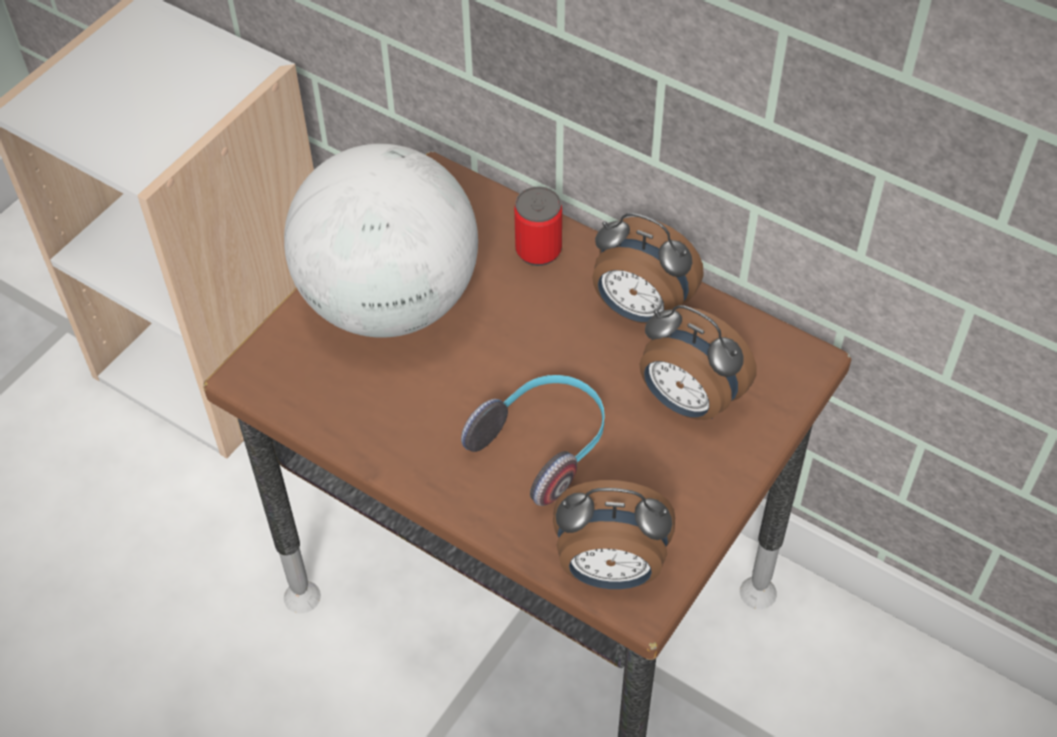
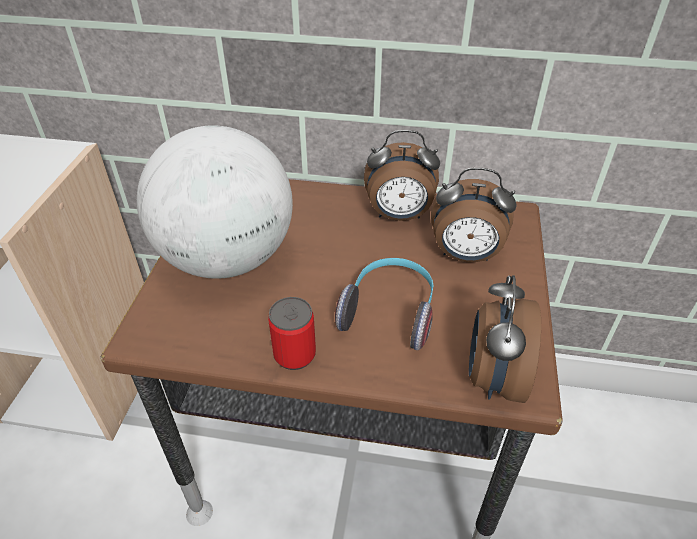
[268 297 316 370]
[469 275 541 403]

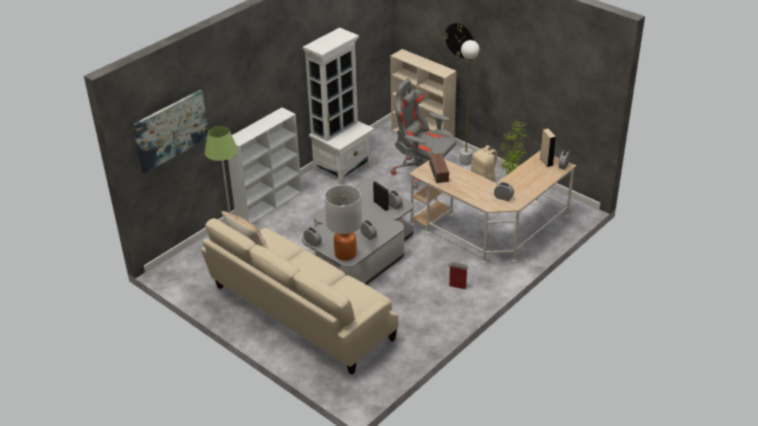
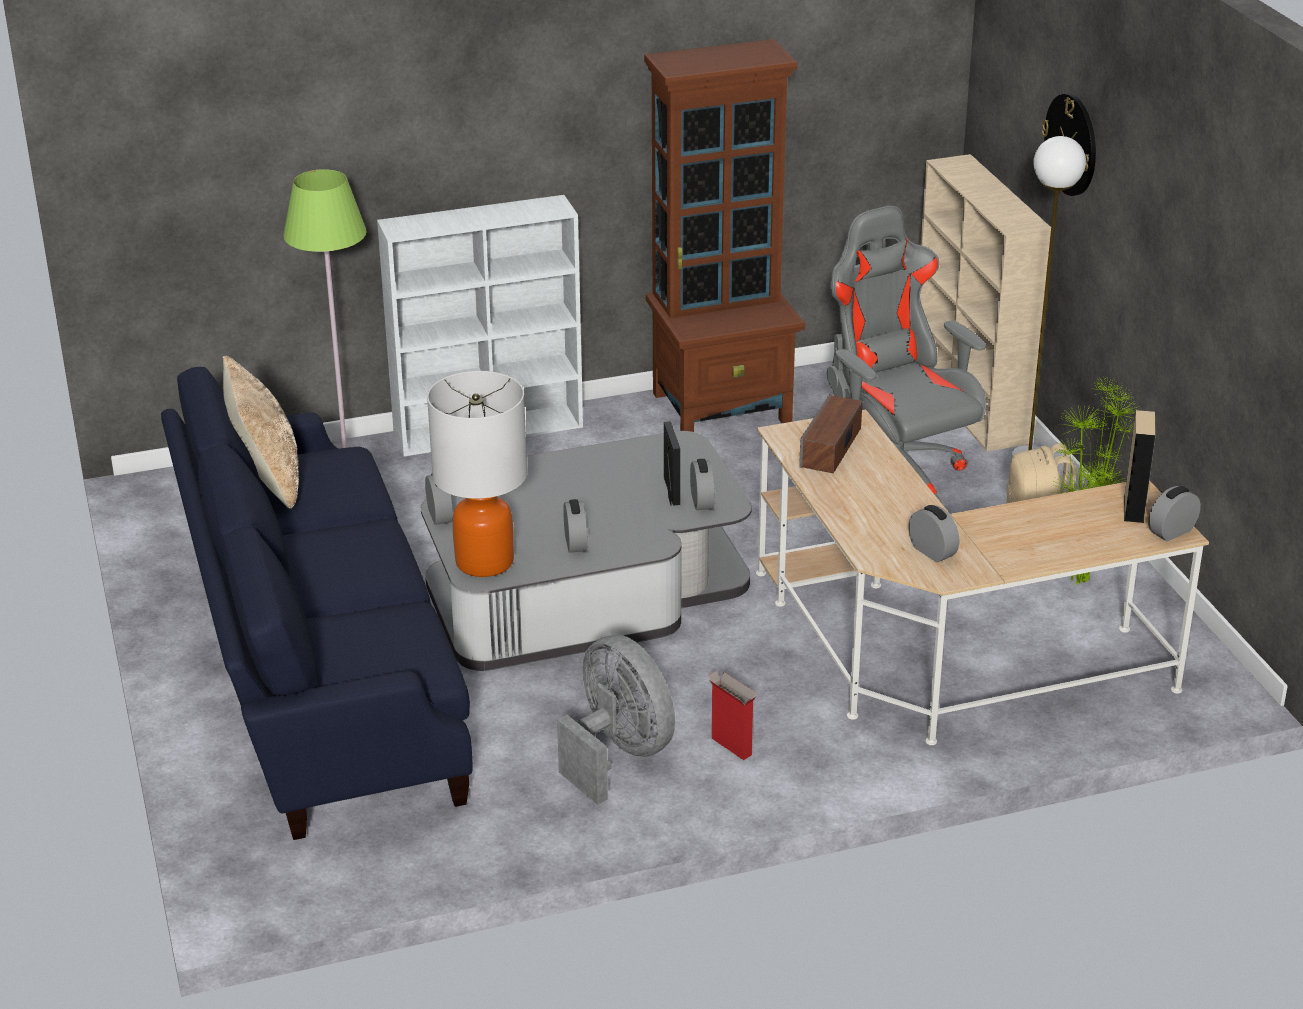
[161 367 472 840]
[557 635 675 805]
[644 39 805 432]
[133 90 208 173] (first image)

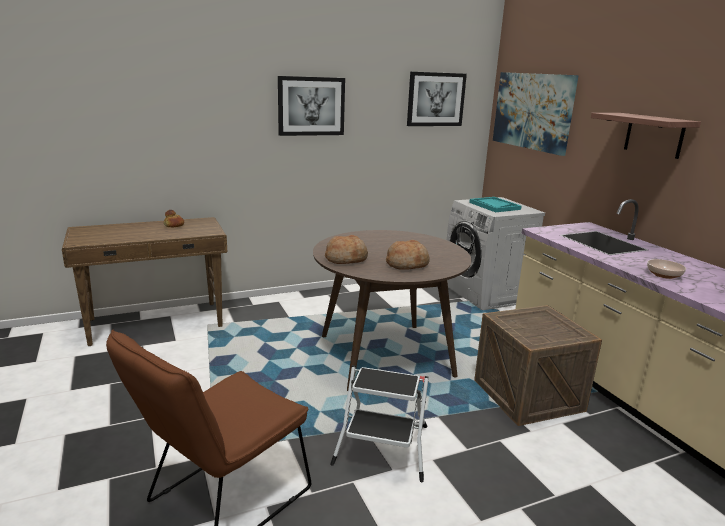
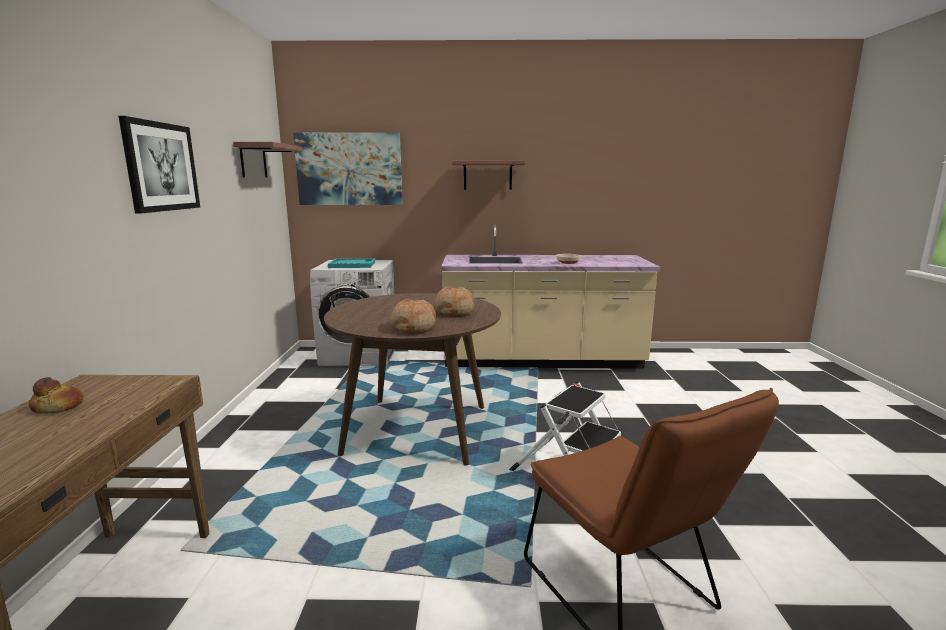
[233 142 302 178]
[474 305 602 426] (first image)

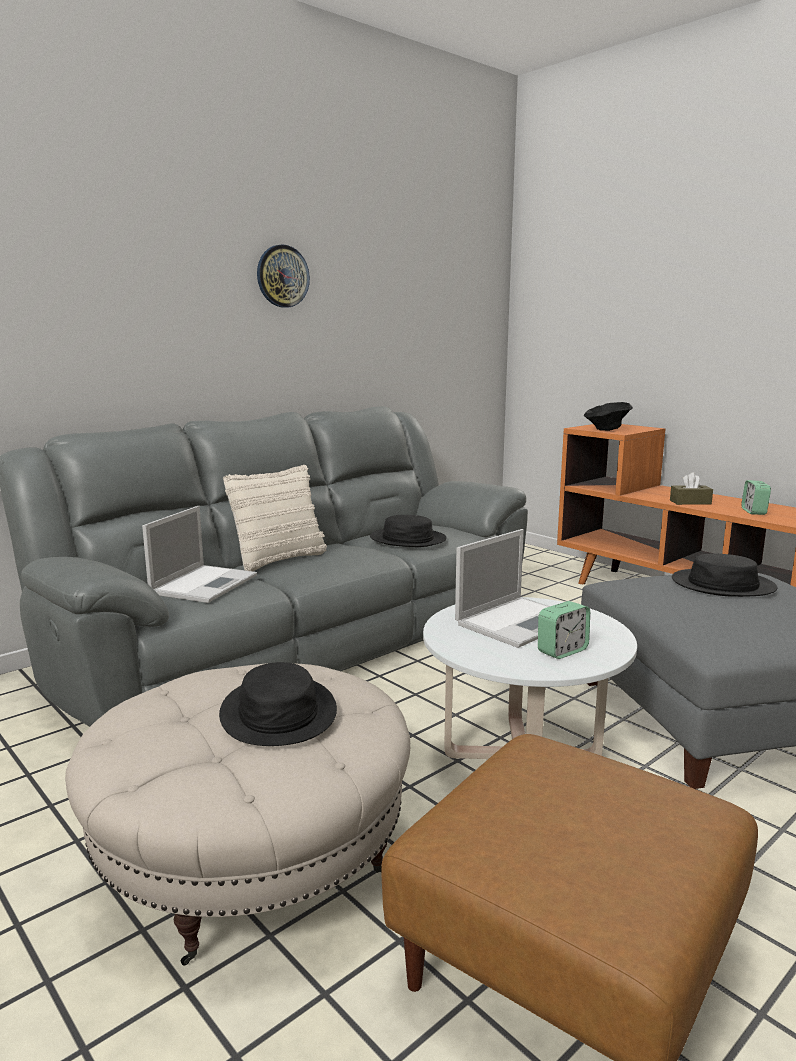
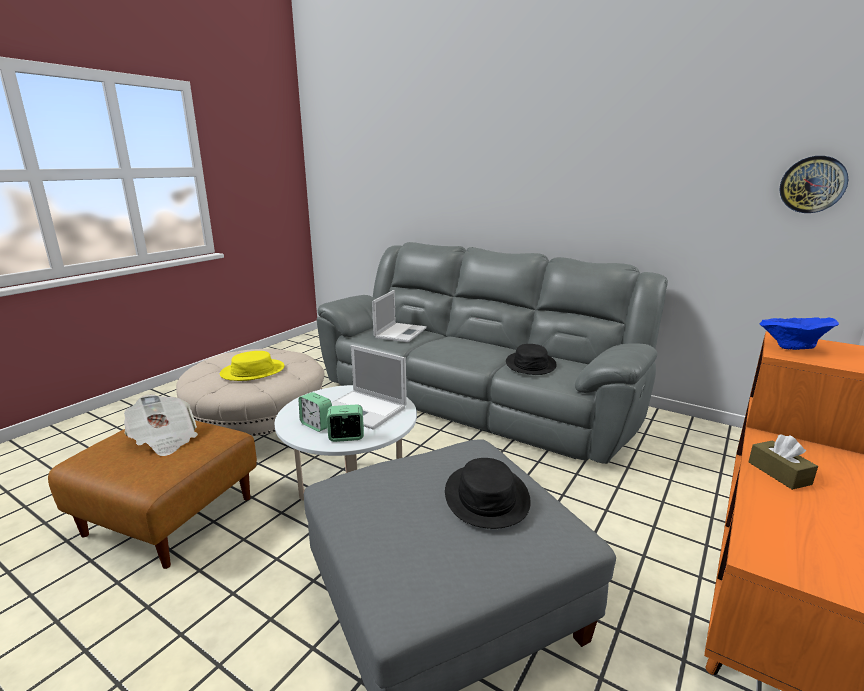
[124 394 198 456]
[220 351 285 381]
[327 405 364 442]
[372 290 427 342]
[760 317 839 350]
[780 156 849 213]
[222 465 327 571] (first image)

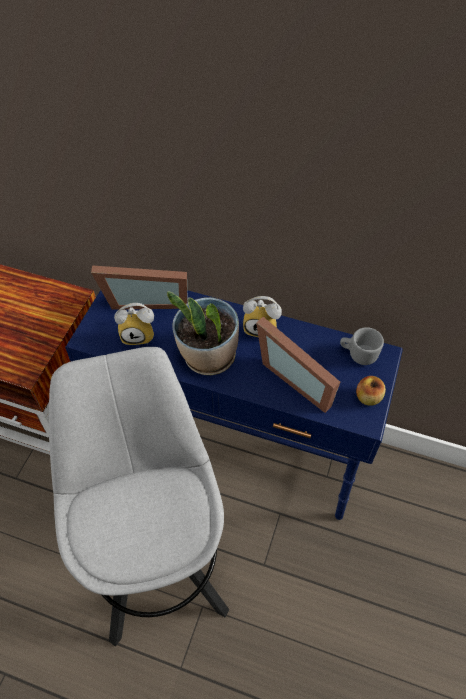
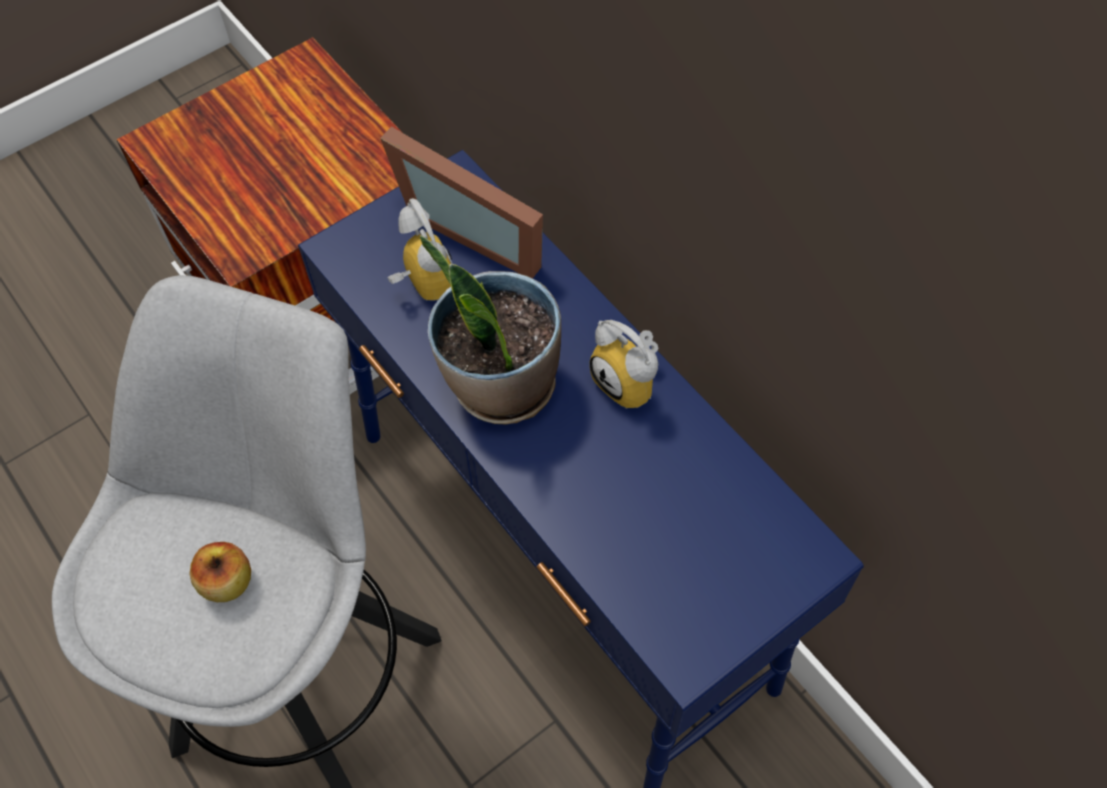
[190 542 251 602]
[388 198 452 301]
[256 317 340 413] (first image)
[340 327 384 365] (first image)

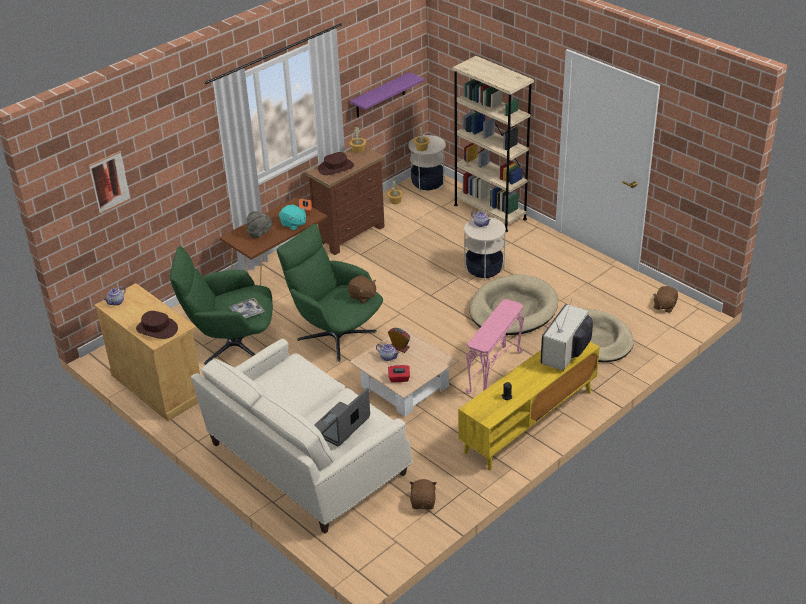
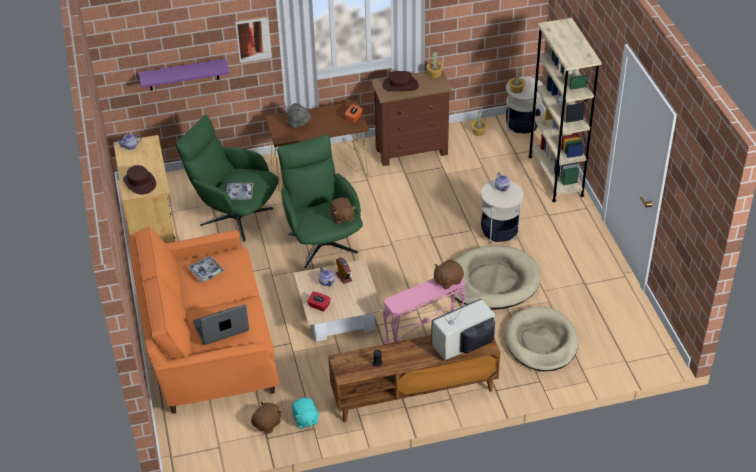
[129 227 279 414]
[139 59 229 90]
[188 256 224 282]
[235 16 272 64]
[292 397 320 428]
[328 335 500 422]
[434 259 464 289]

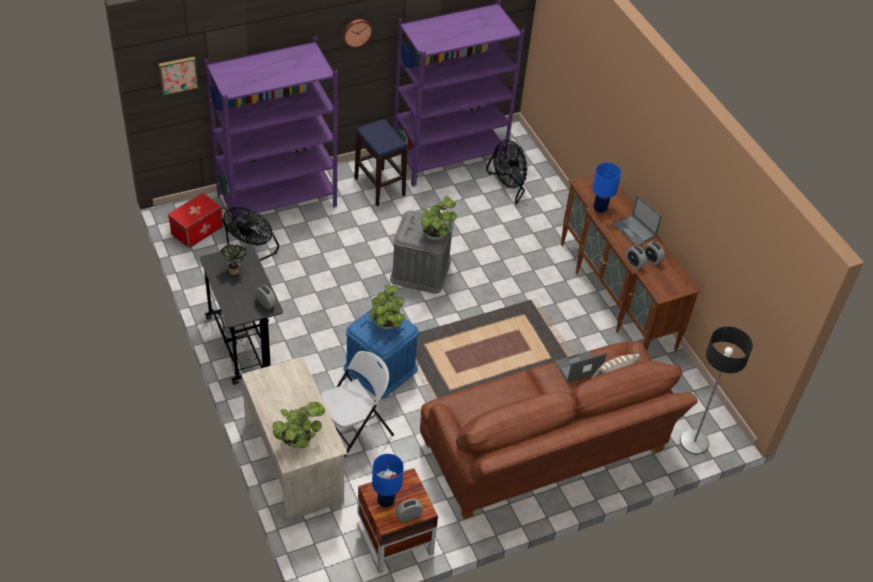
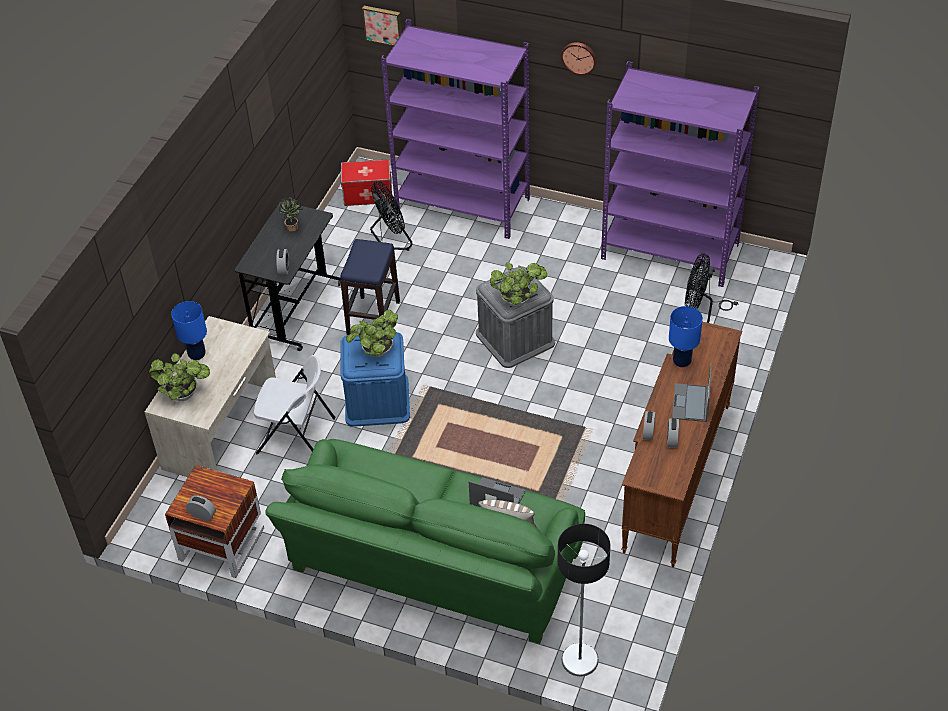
[171 301 207 360]
[265 439 585 644]
[340 239 400 335]

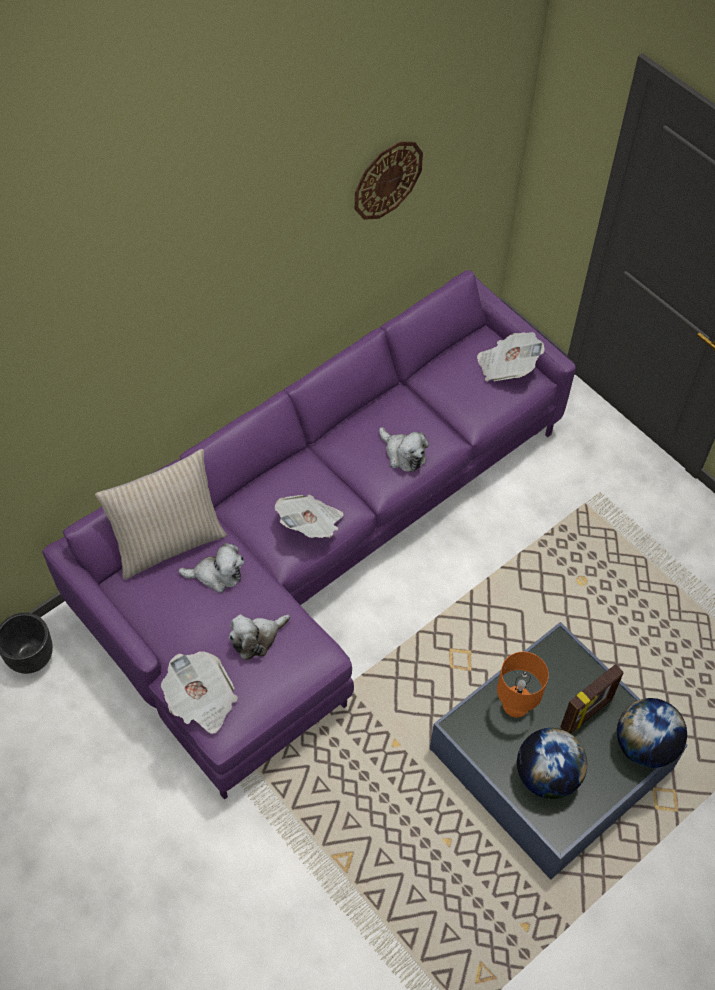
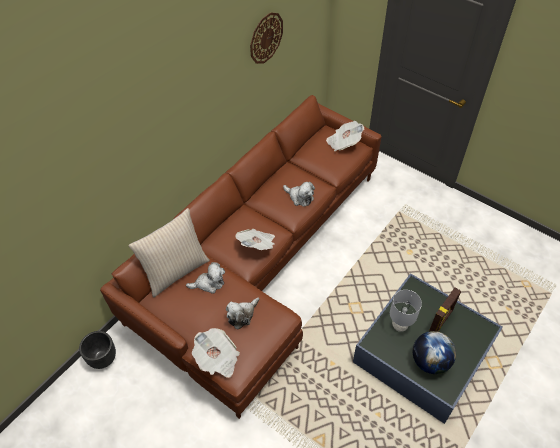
[100 95 382 419]
[390 290 422 332]
[617 698 687 768] (first image)

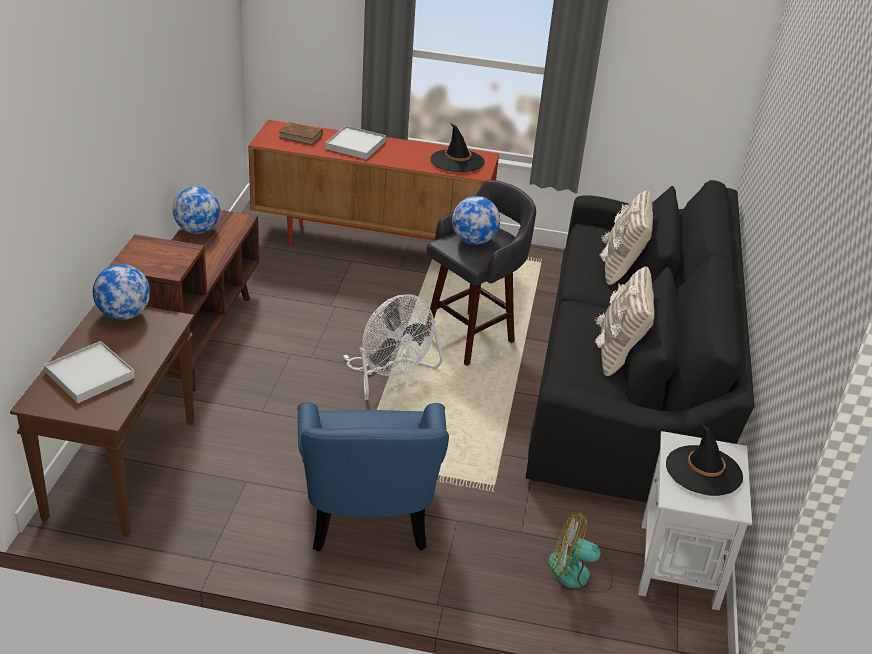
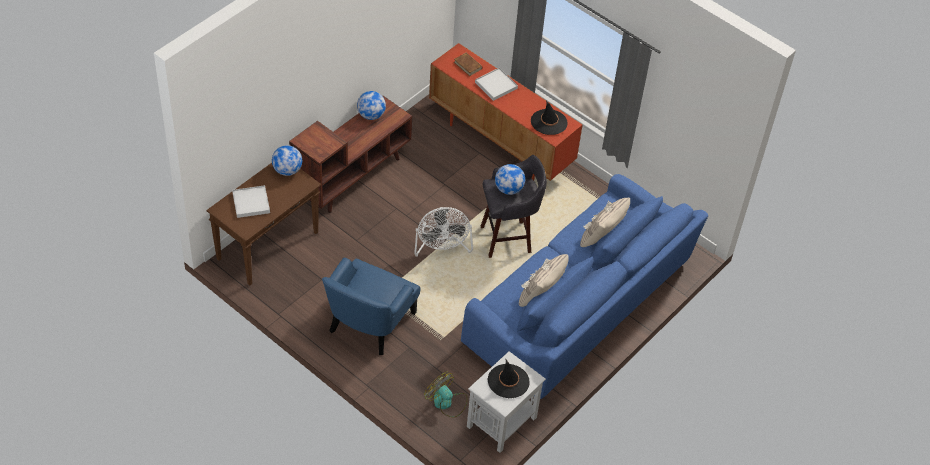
[461 174 708 399]

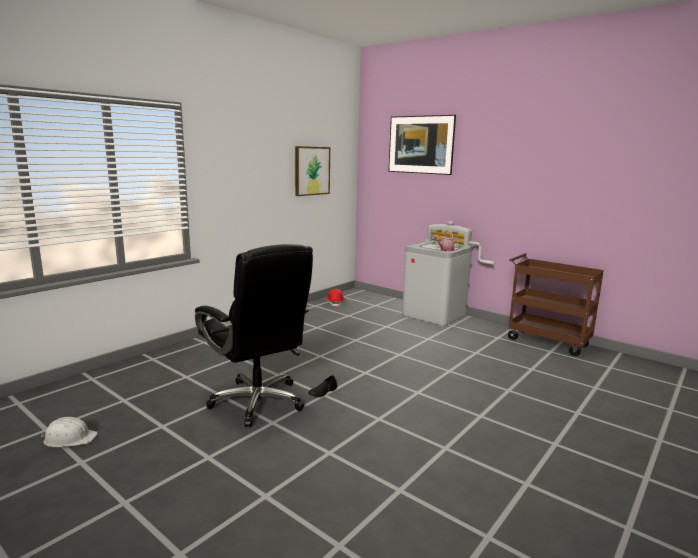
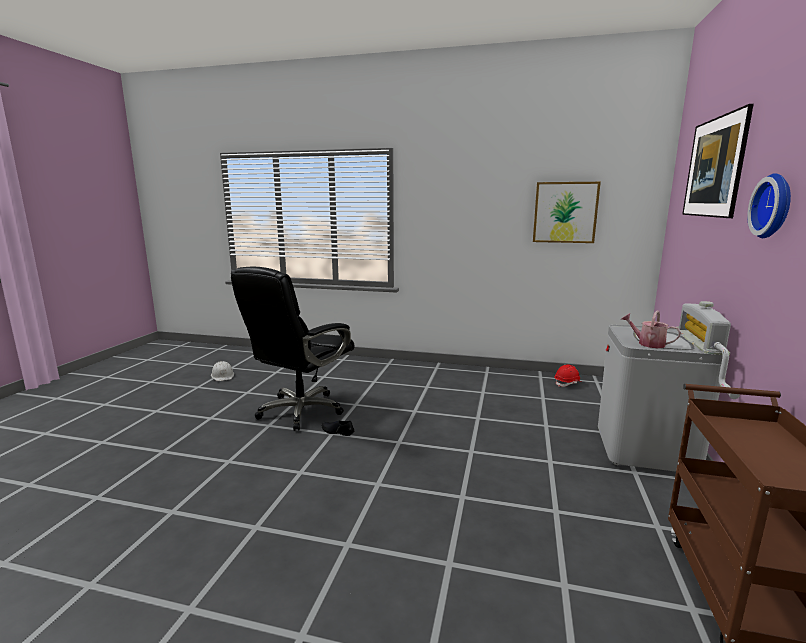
[747 173 791 238]

